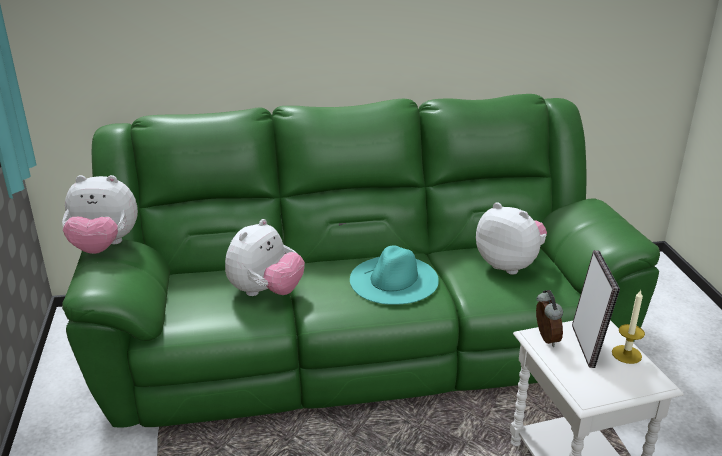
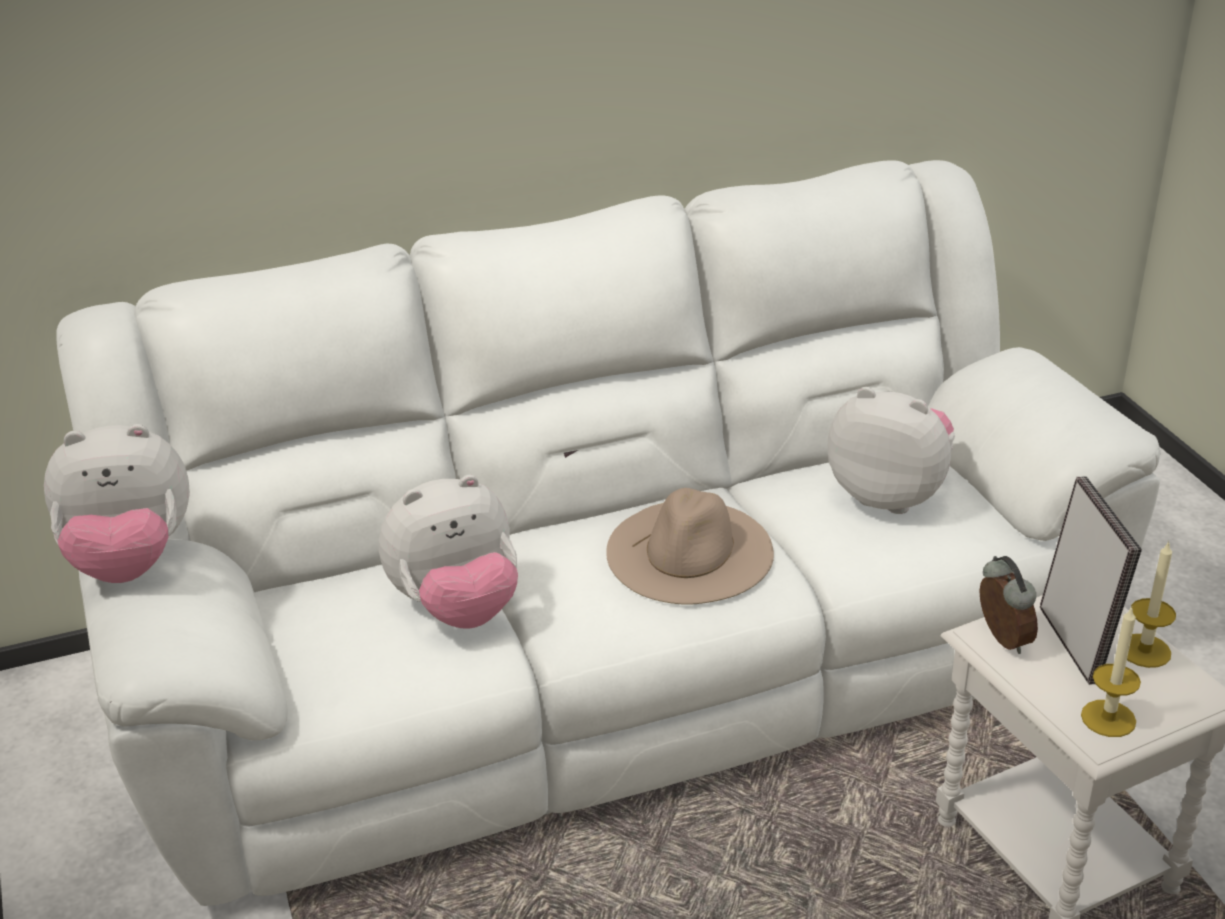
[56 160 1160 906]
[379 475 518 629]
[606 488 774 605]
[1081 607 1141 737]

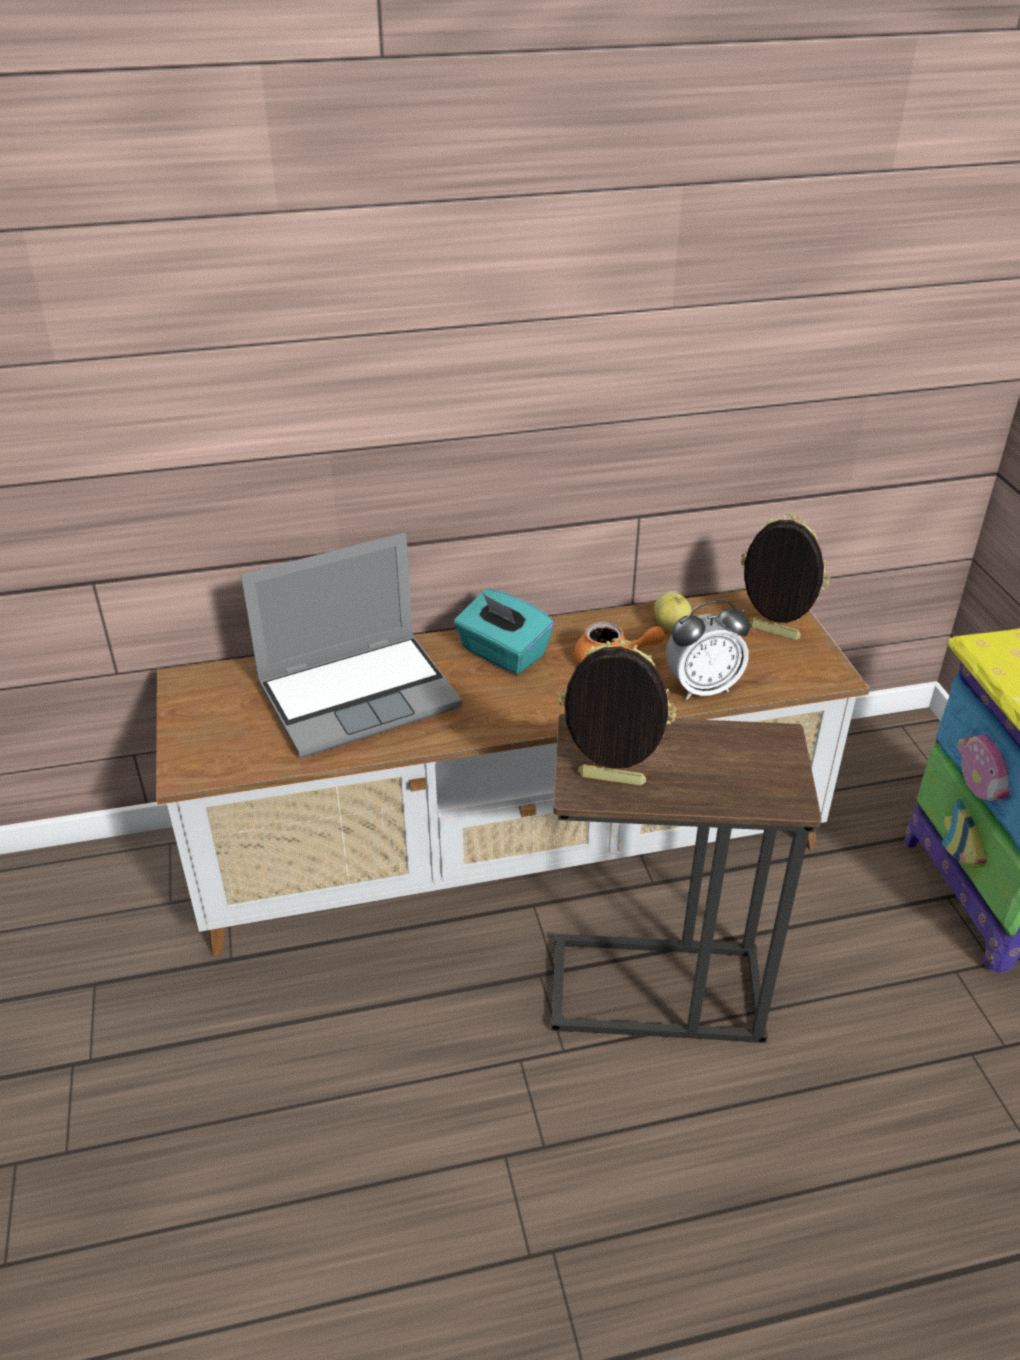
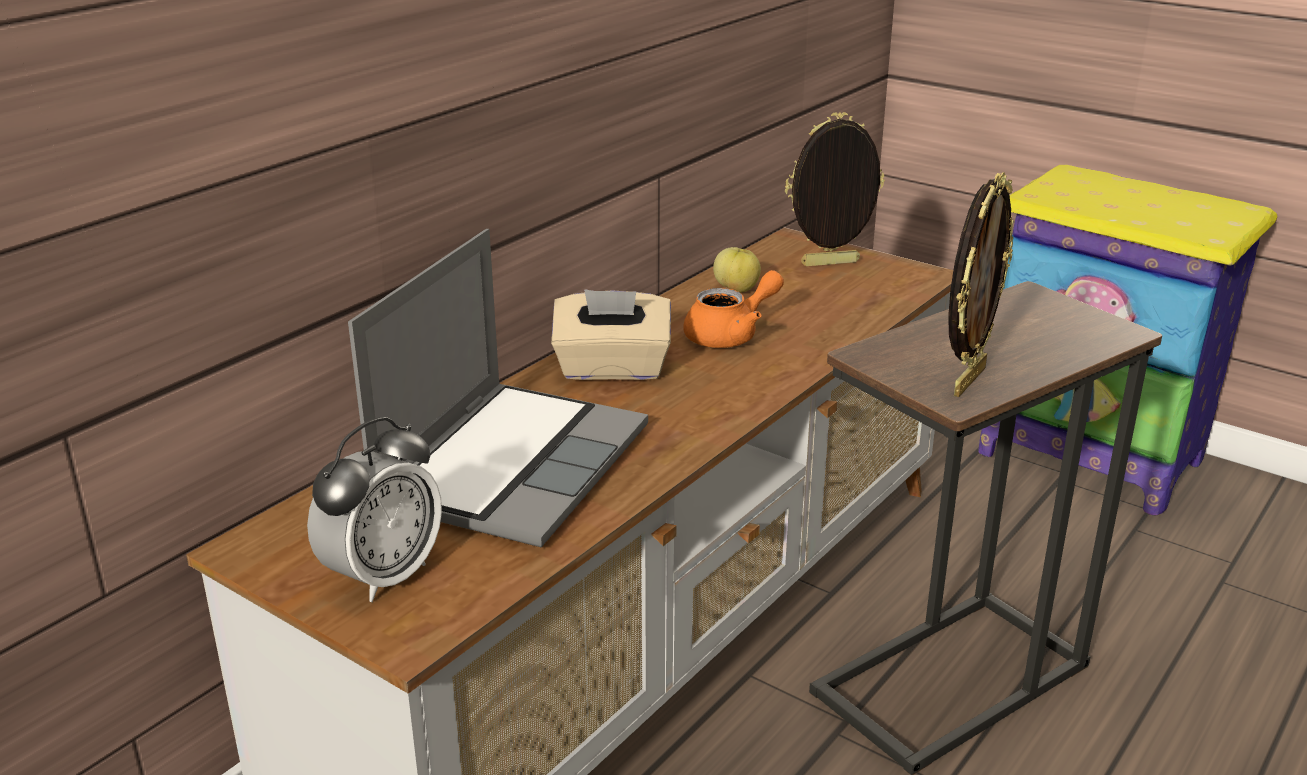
[307 417 442 602]
[551 289 671 380]
[948 172 1014 397]

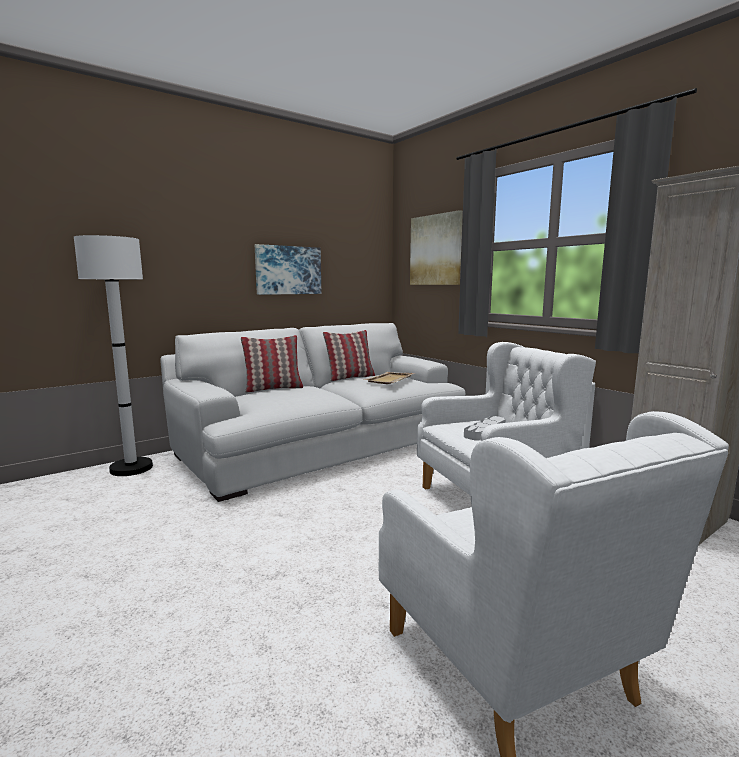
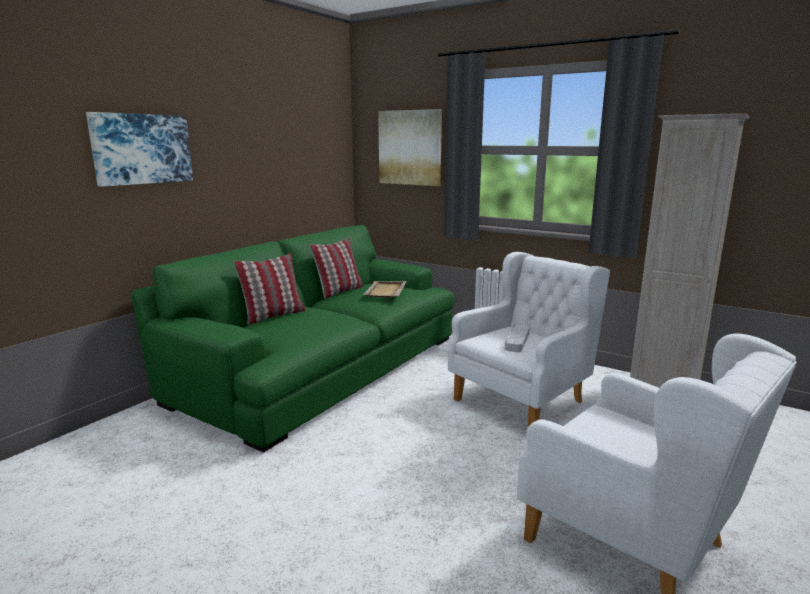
[86 112 193 187]
[131 225 455 453]
[74 235 153 476] (first image)

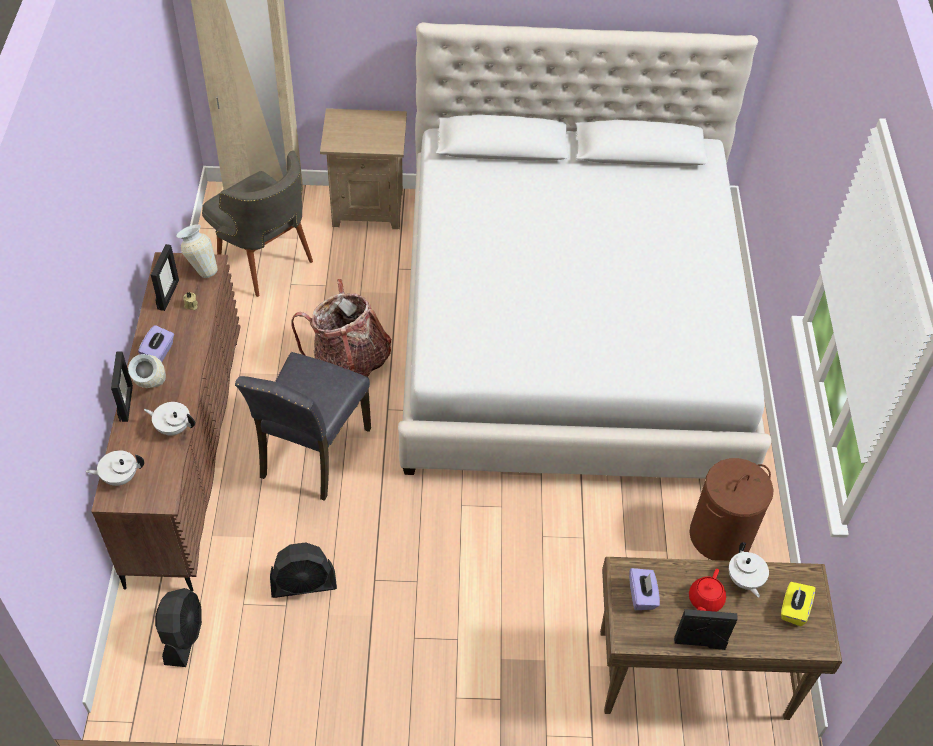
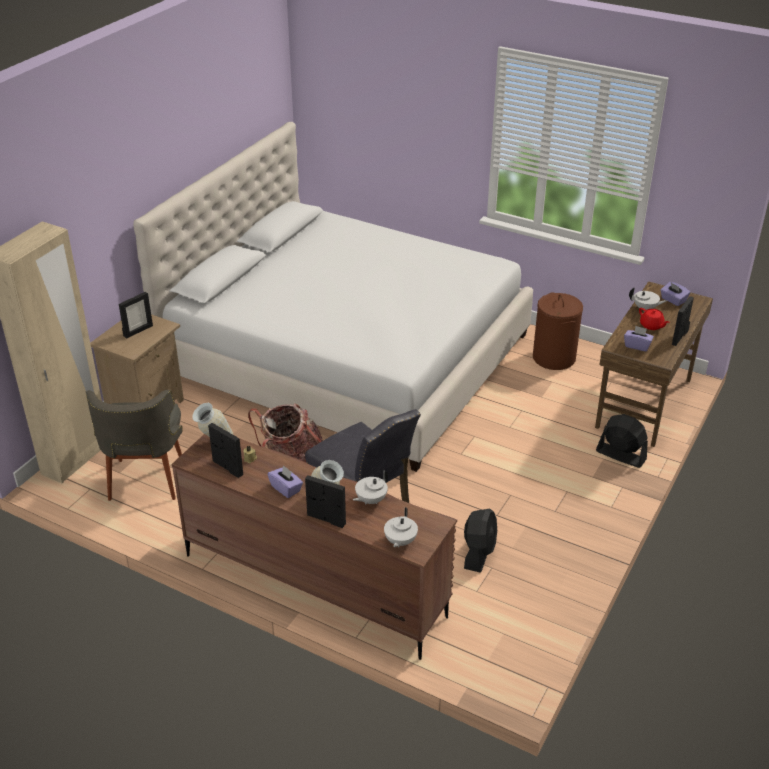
[85 390 182 501]
[119 292 153 338]
[596 414 648 468]
[660 282 690 306]

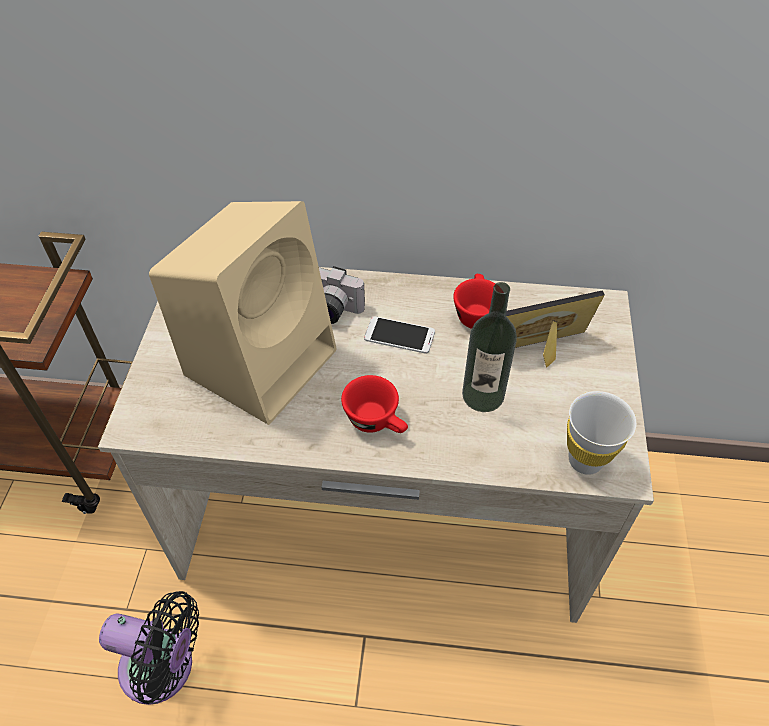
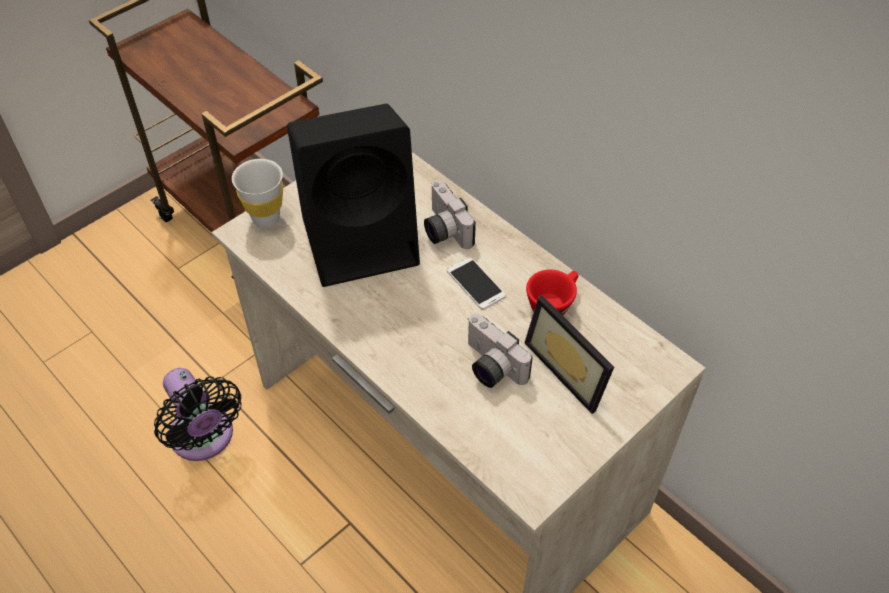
[232 159 283 228]
[287 104 420 287]
[468 314 532 388]
[524 295 614 414]
[341 375 408 433] (first image)

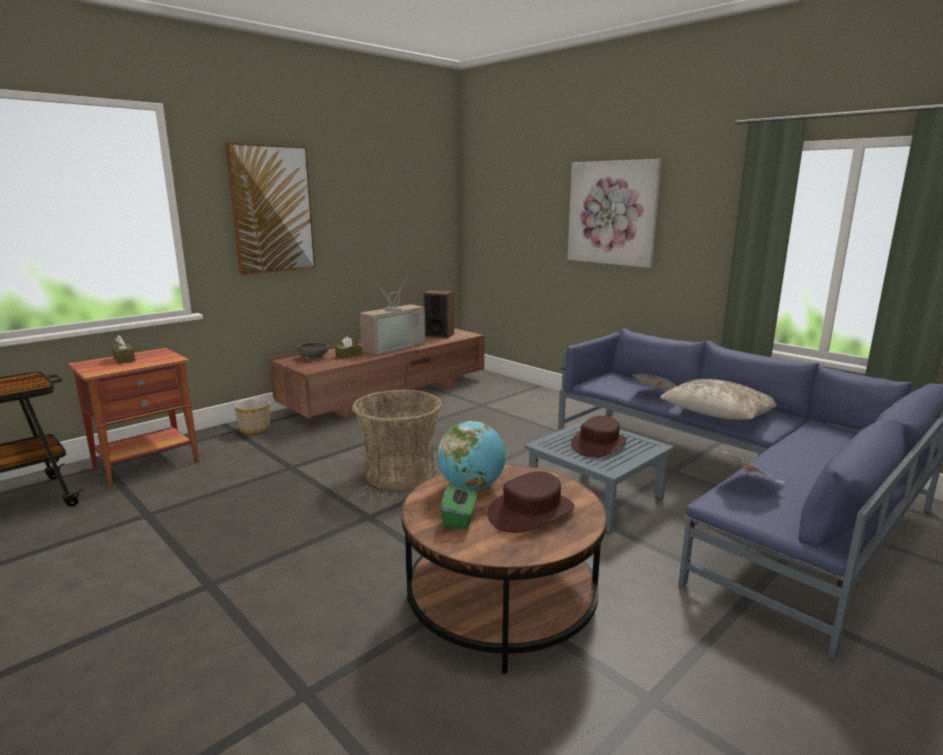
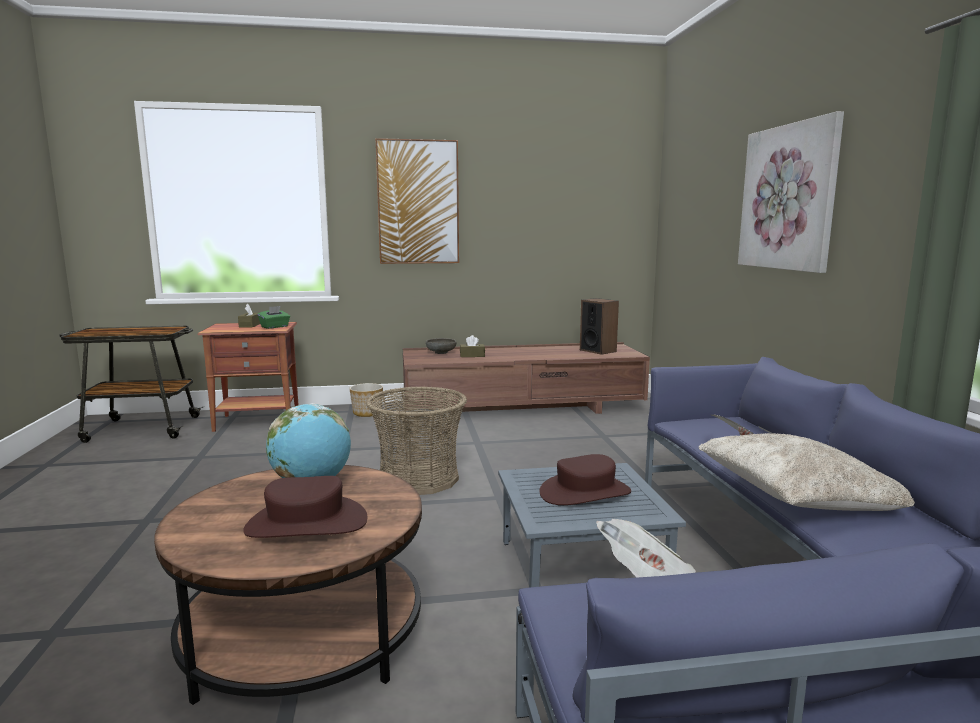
[258 306 290 329]
[360 275 426 355] (first image)

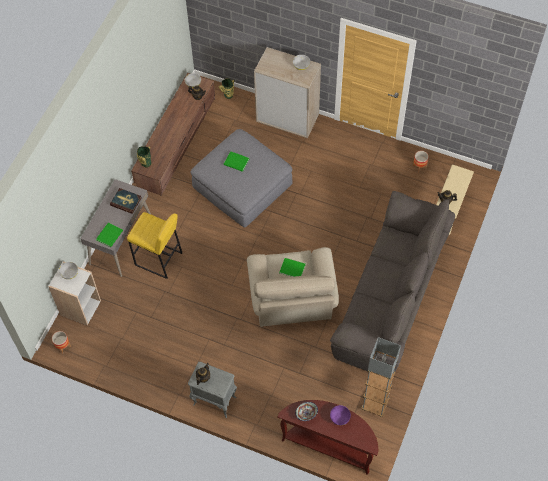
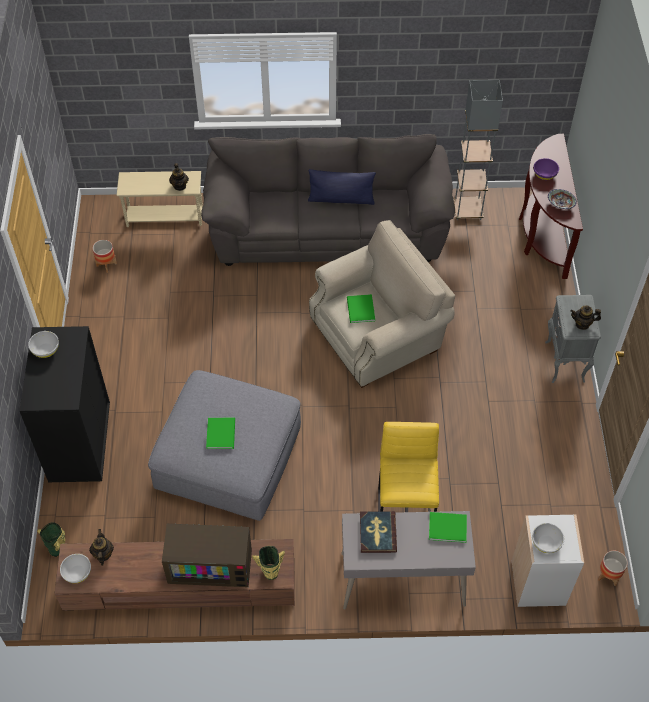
[19 326 110 482]
[162 524 252 587]
[308 169 376 205]

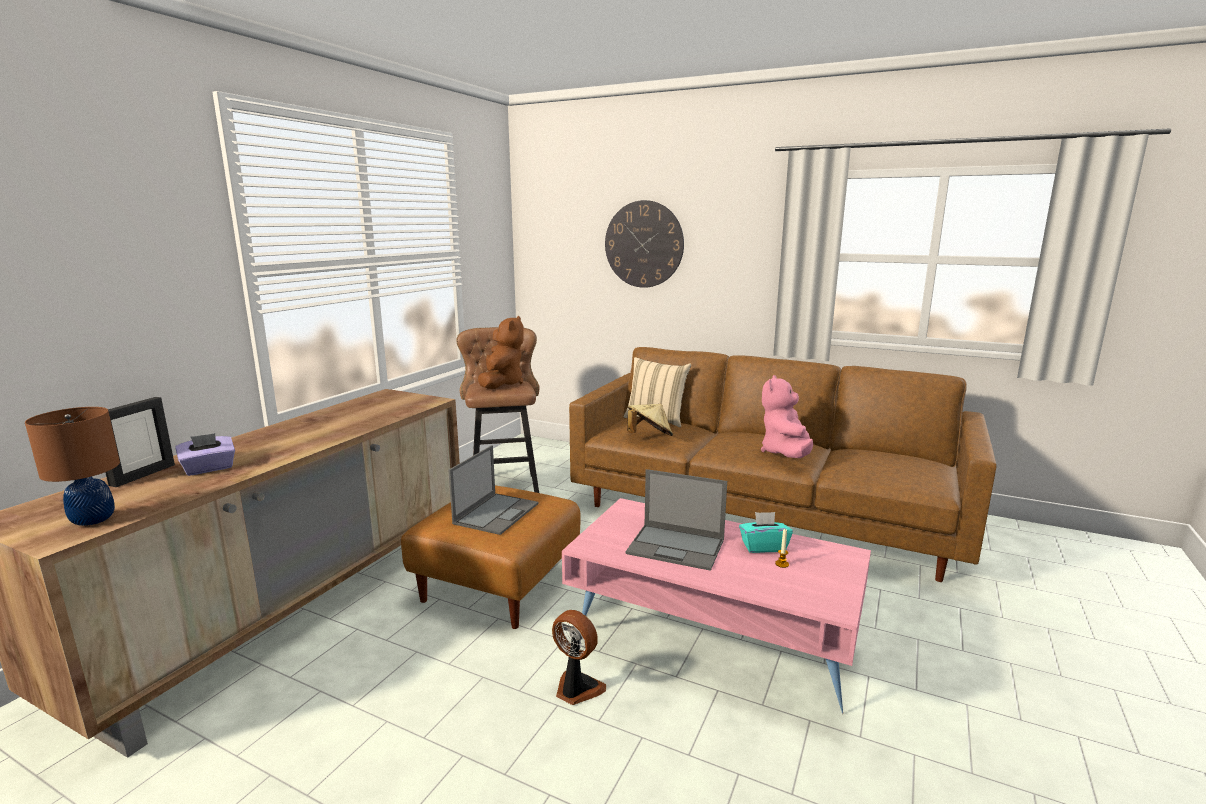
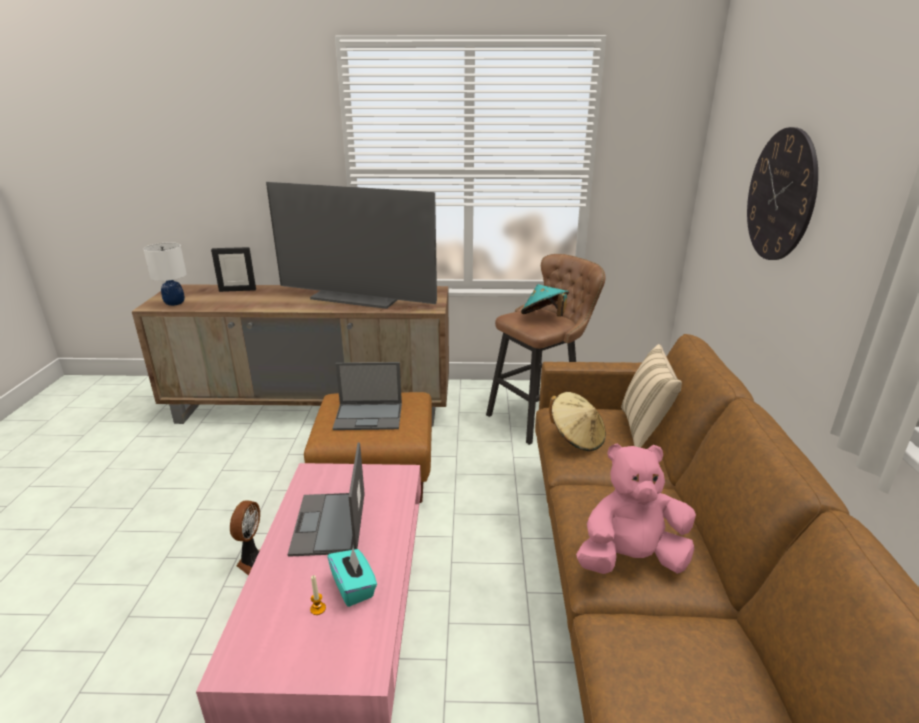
[143 242 187 306]
[266 182 437 309]
[521 284 569 316]
[175 433 235 476] (first image)

